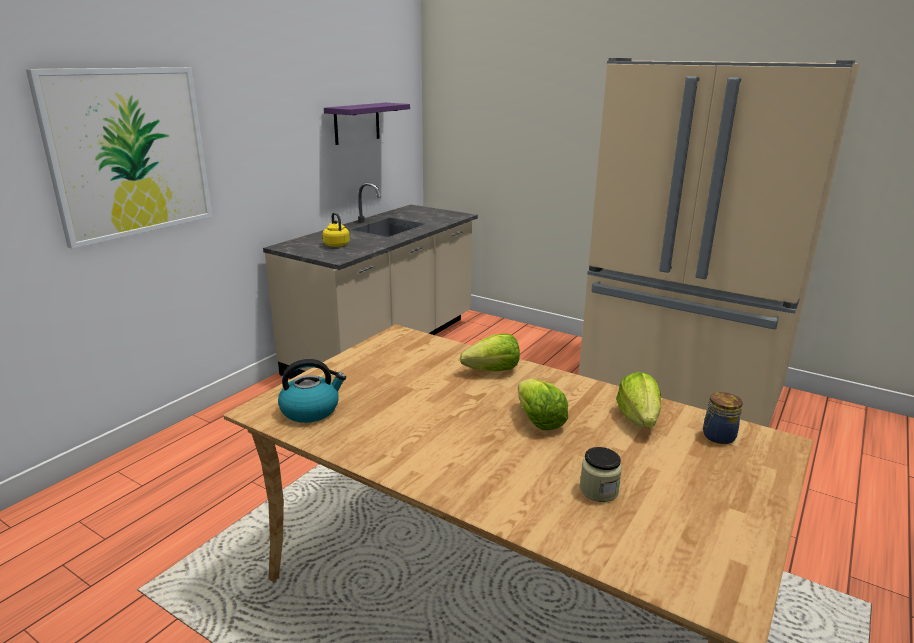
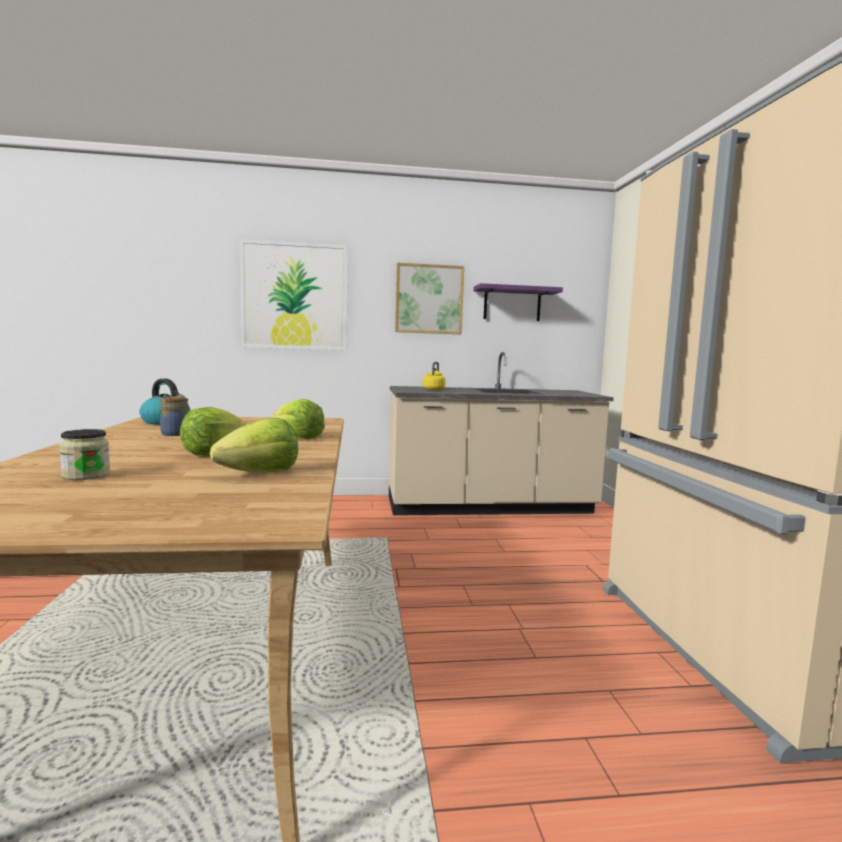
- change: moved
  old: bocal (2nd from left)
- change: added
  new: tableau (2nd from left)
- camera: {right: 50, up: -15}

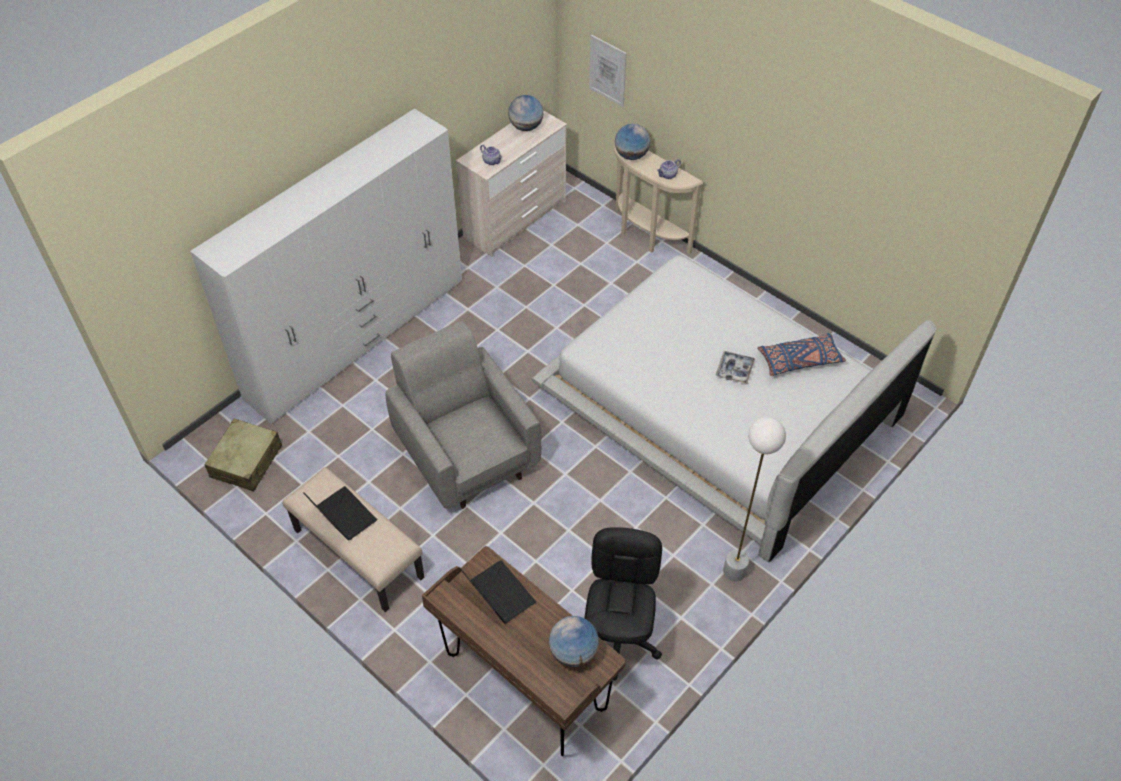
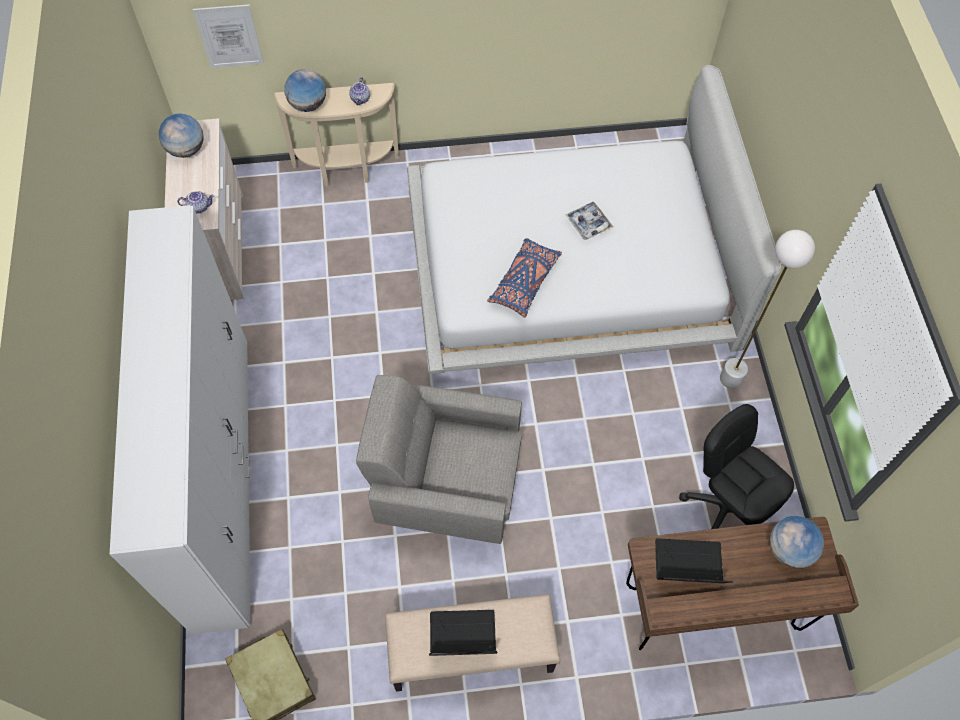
- change: moved
  old: coussin (bleu)
- camera: {right: -50, up: 10}

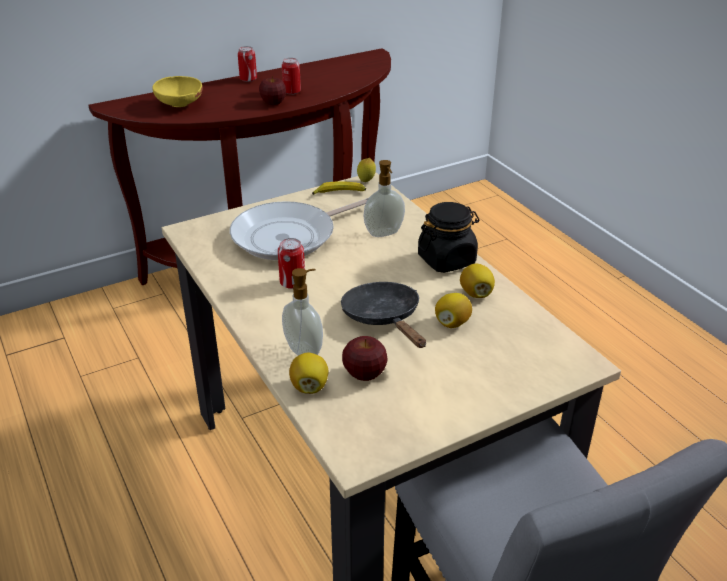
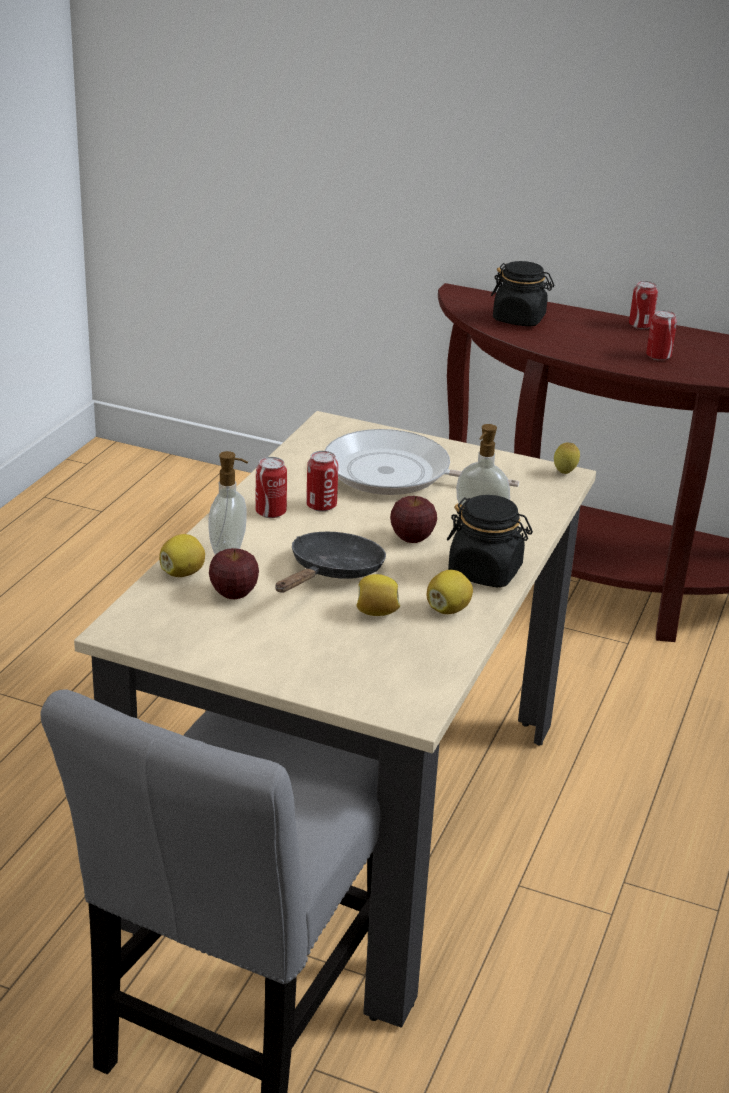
- change: added
  new: boîte métallique (1st from left)
- change: moved
  old: pomme (1st from left in the first image)
  new: pomme (2nd from left)
- change: replaced
  old: bol (jaune)
  new: bocal (noir) (2nd from left)
- change: removed
  old: banane
- camera: {right: 50, up: -5}

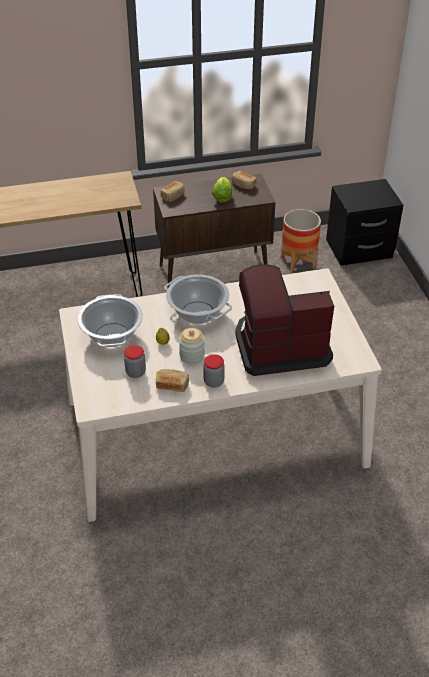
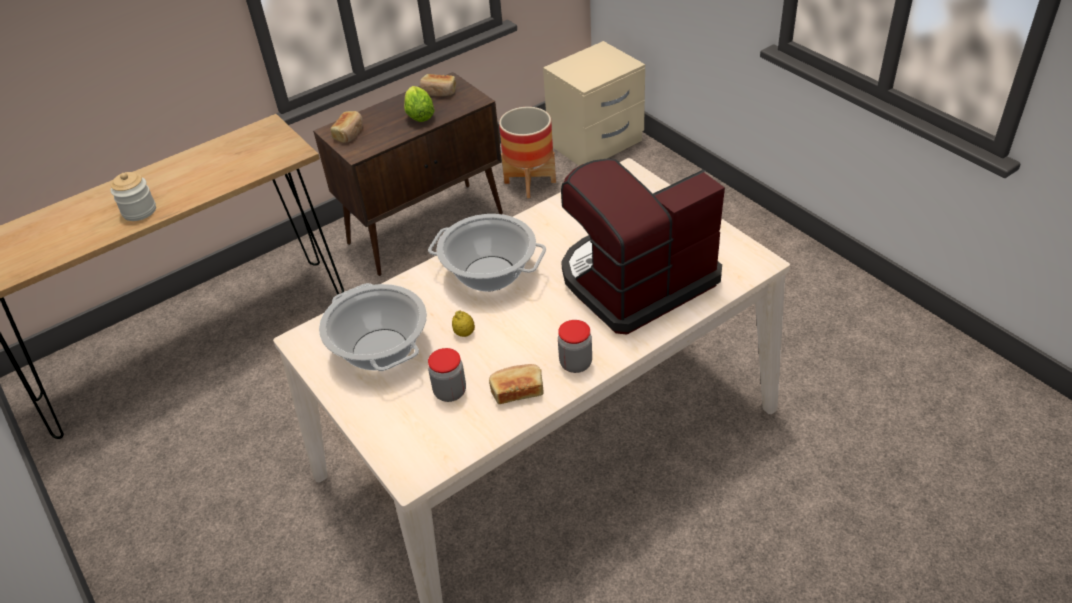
- change: moved
  old: bocal (2nd from left in the first image)
  new: bocal (1st from left)
- change: recoloured
  old: table de chevet (noir)
  new: table de chevet (beige)
- camera: {right: -20, up: 0}

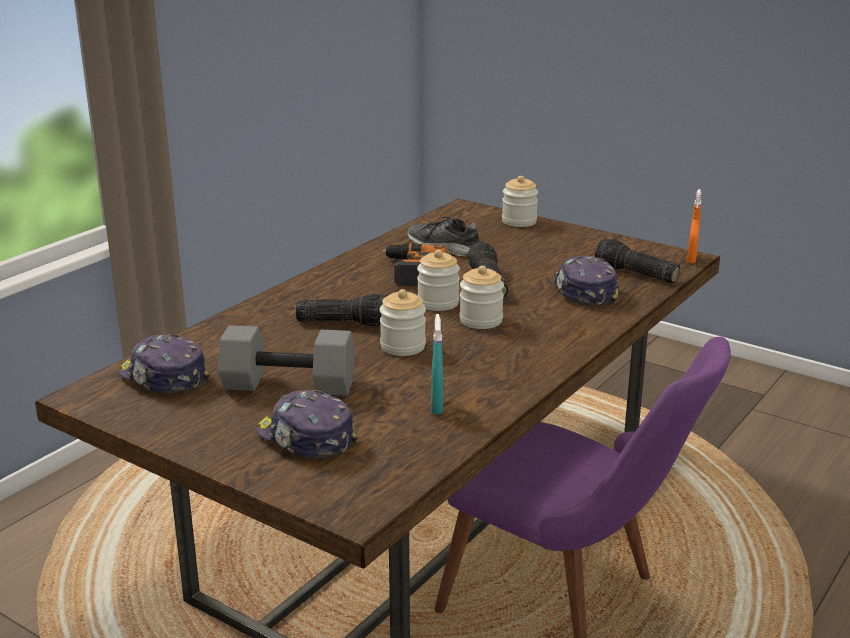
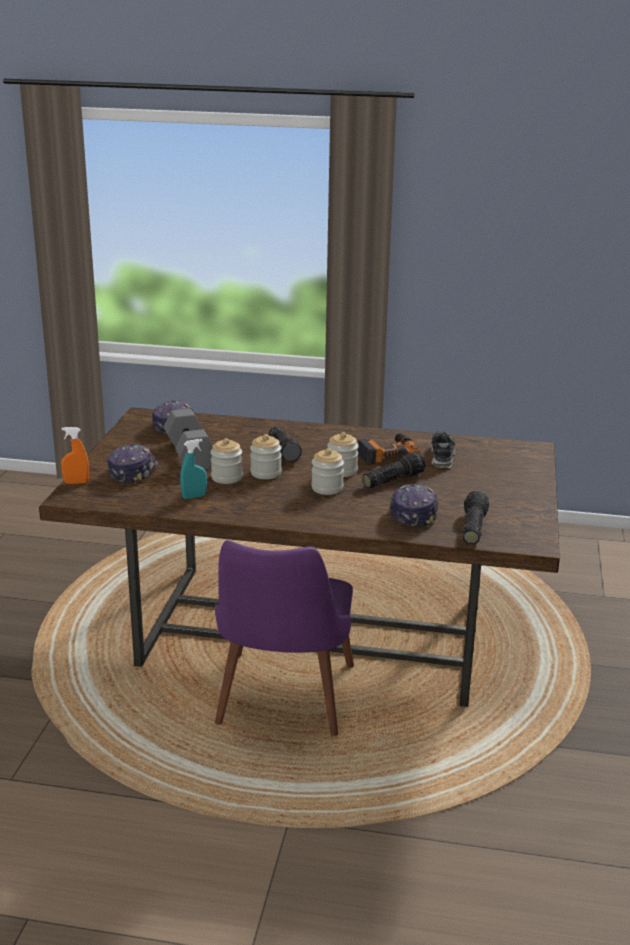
- change: moved
  old: vaporisateur (orange)
- change: moved
  old: bocal (4th from left in the first image)
  new: bocal (1st from left)
- change: turned
  old: casquette (3rd from left)
  degrees: -45
- camera: {right: 65, up: 0}

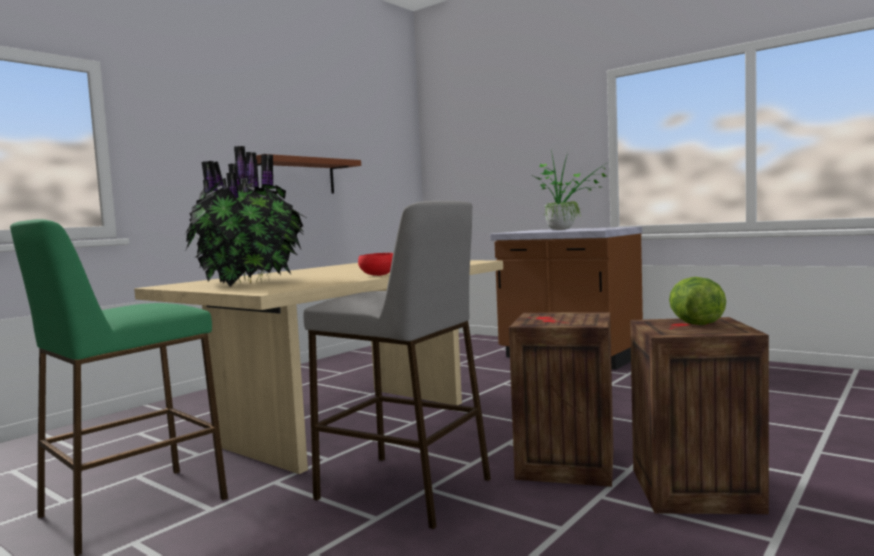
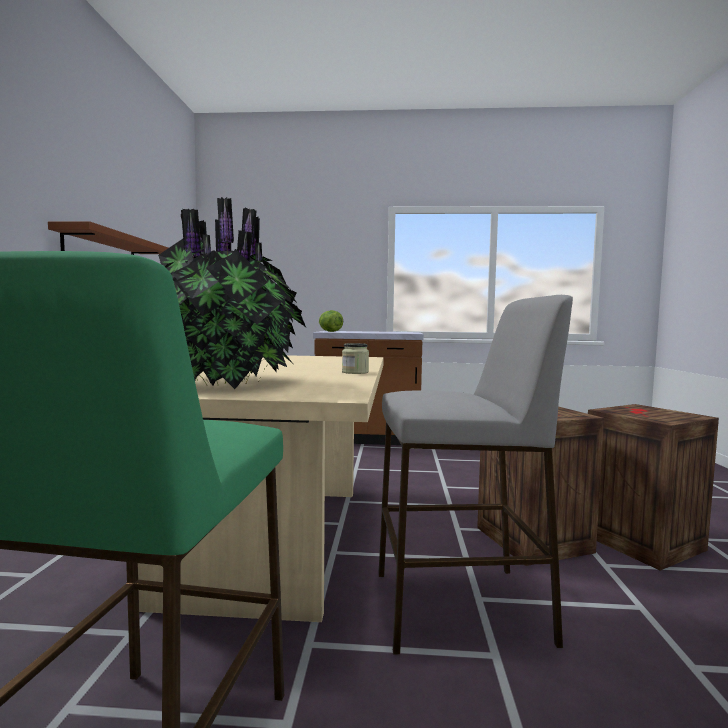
- change: moved
  old: laitue
- change: replaced
  old: bol (rouge)
  new: bocal
- change: removed
  old: plante en pot (2nd from left)
- camera: {right: -35, up: 0}

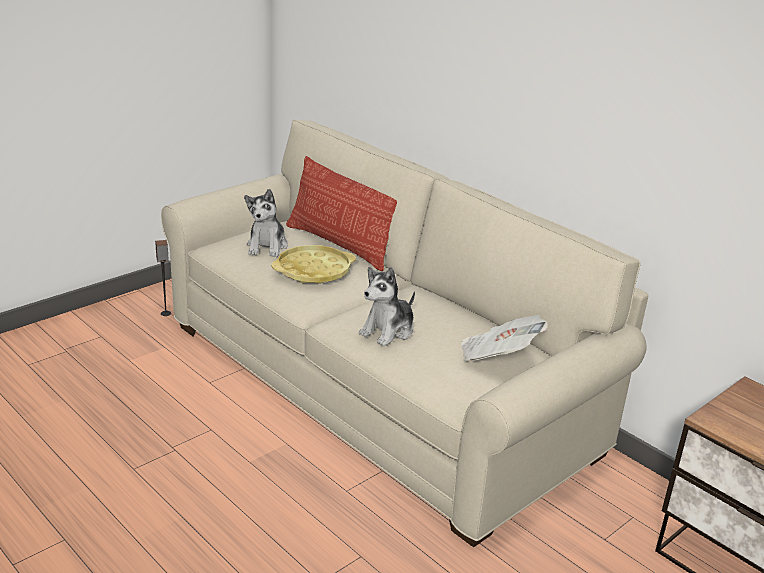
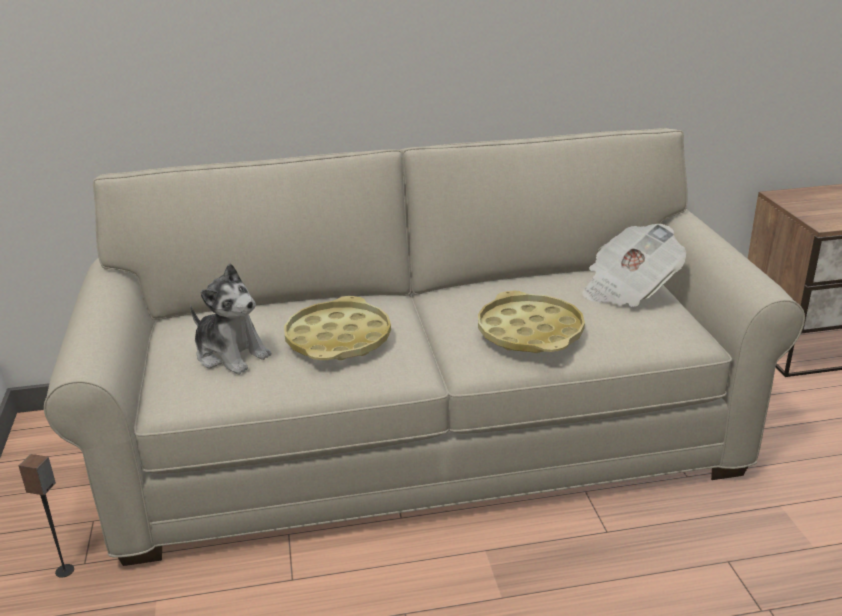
- change: replaced
  old: peluche (2nd from left)
  new: plateau (jaune) (2nd from left)
- change: removed
  old: coussin
- camera: {right: -55, up: 0}

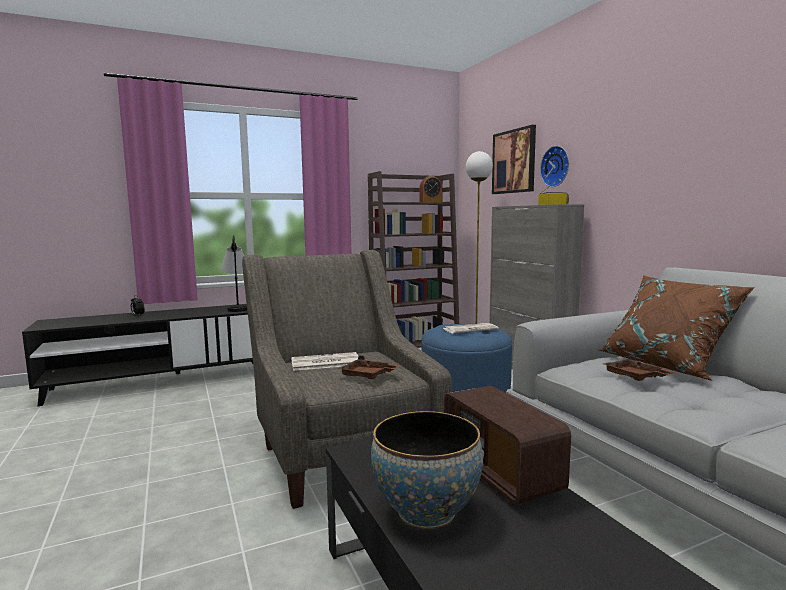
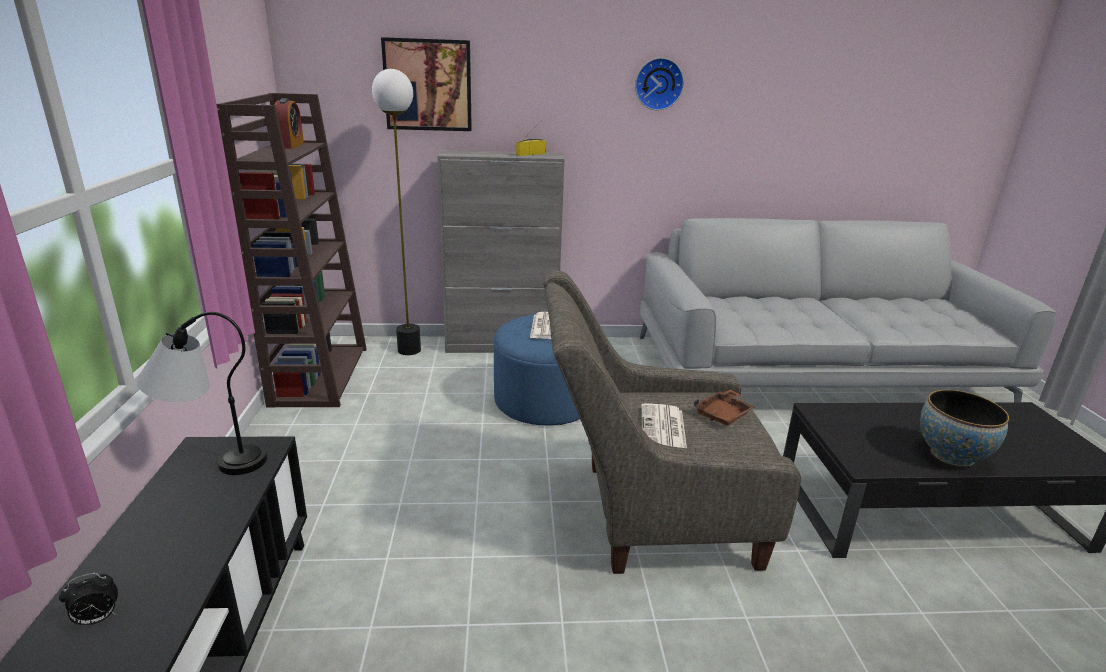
- change: moved
  old: horloge murale
- change: removed
  old: radio (1st from left)
- change: removed
  old: coussin (marron)
- change: removed
  old: plateau (marron) (2nd from left)
- camera: {right: -70, up: 15}

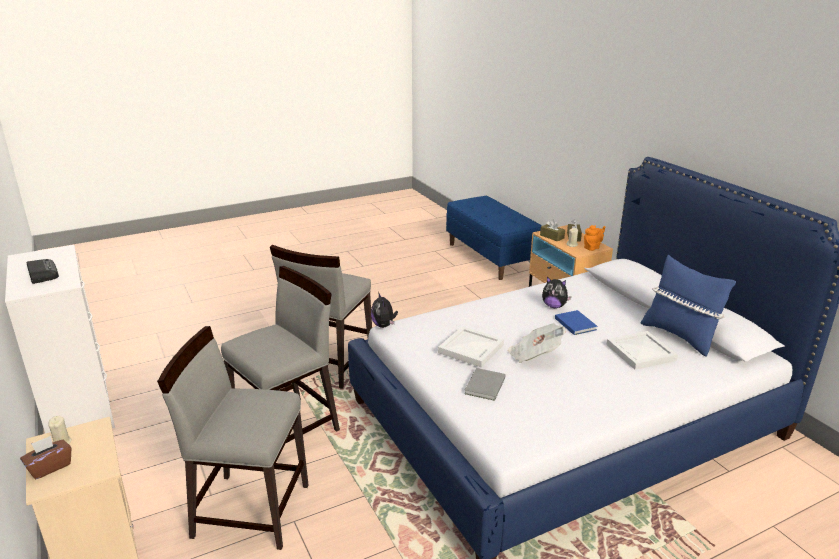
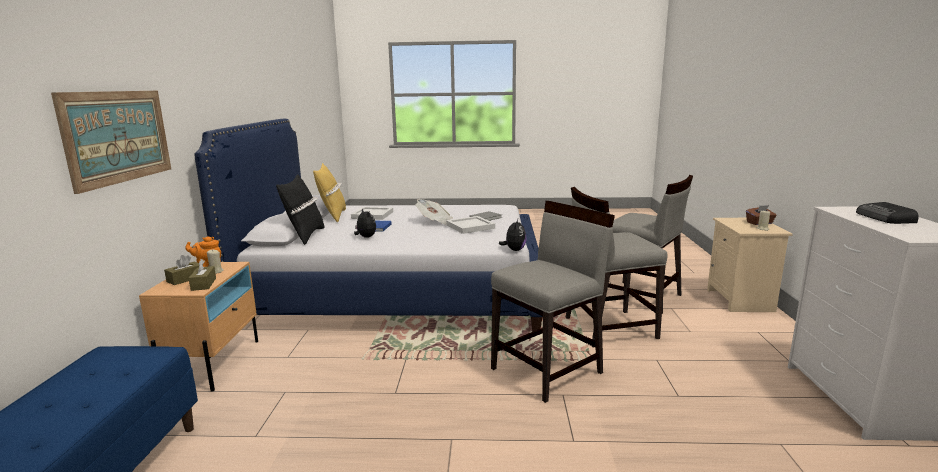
- change: added
  new: tableau
- change: added
  new: coussin (noir)
- change: recoloured
  old: coussin (bleu)
  new: coussin (jaune)
- camera: {right: -150, up: -10}

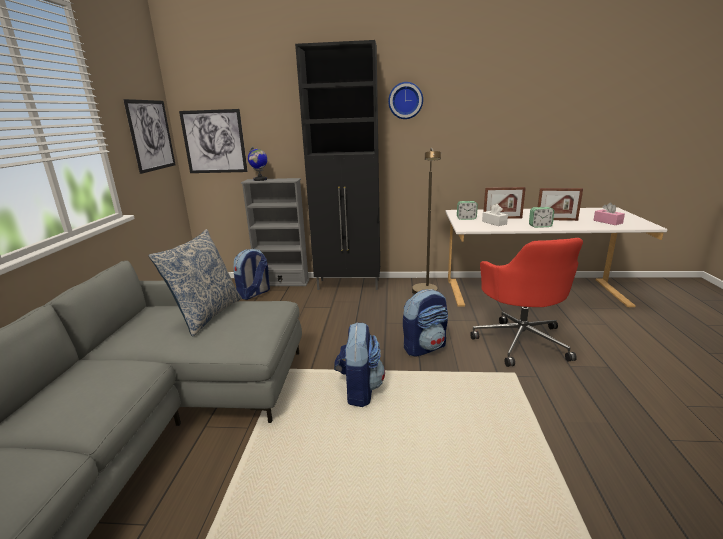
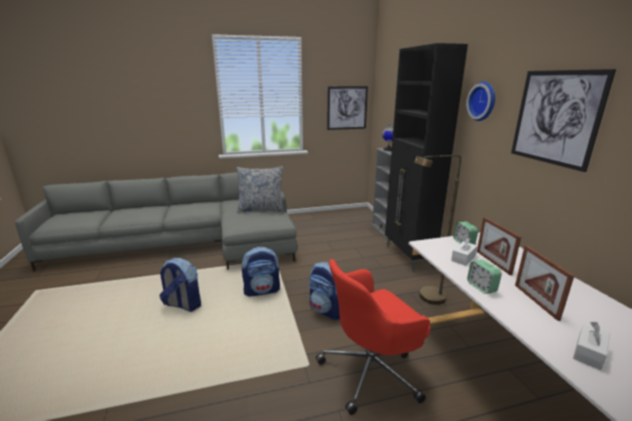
- change: moved
  old: sac à dos (1st from left)
- change: moved
  old: tableau (2nd from left)
- change: recoloured
  old: boîte à mouchoirs (rose)
  new: boîte à mouchoirs (blanc) (2nd from left)
- camera: {right: 70, up: 0}

